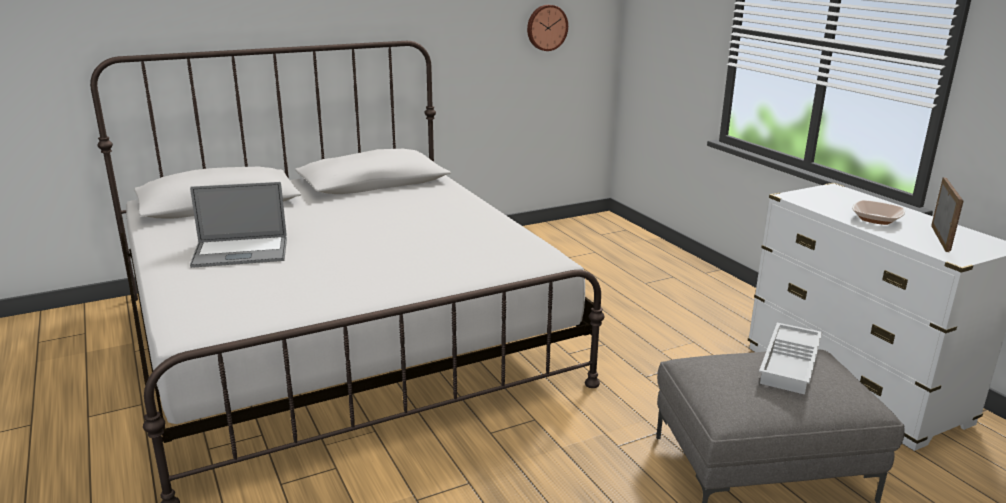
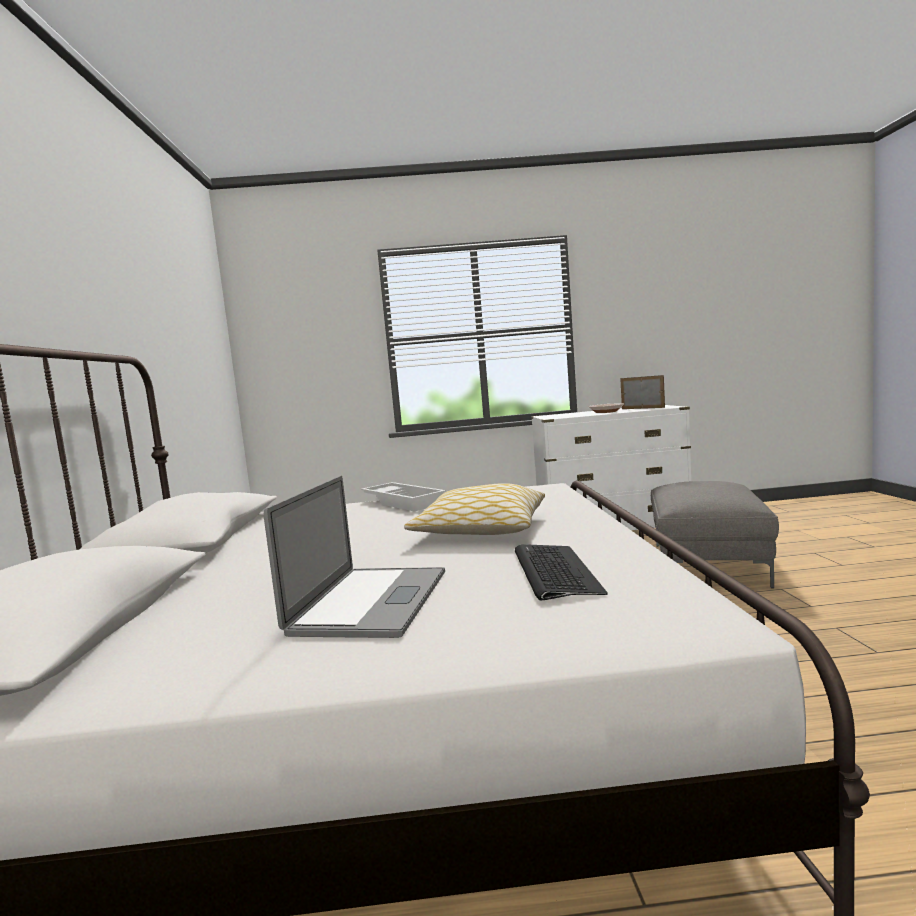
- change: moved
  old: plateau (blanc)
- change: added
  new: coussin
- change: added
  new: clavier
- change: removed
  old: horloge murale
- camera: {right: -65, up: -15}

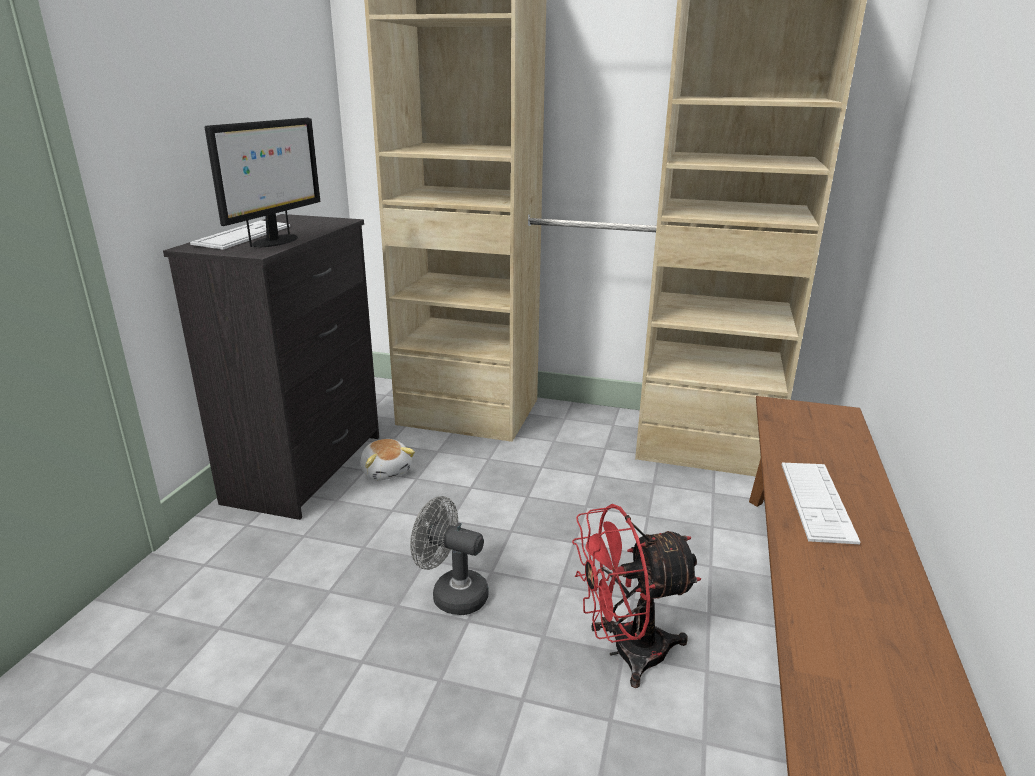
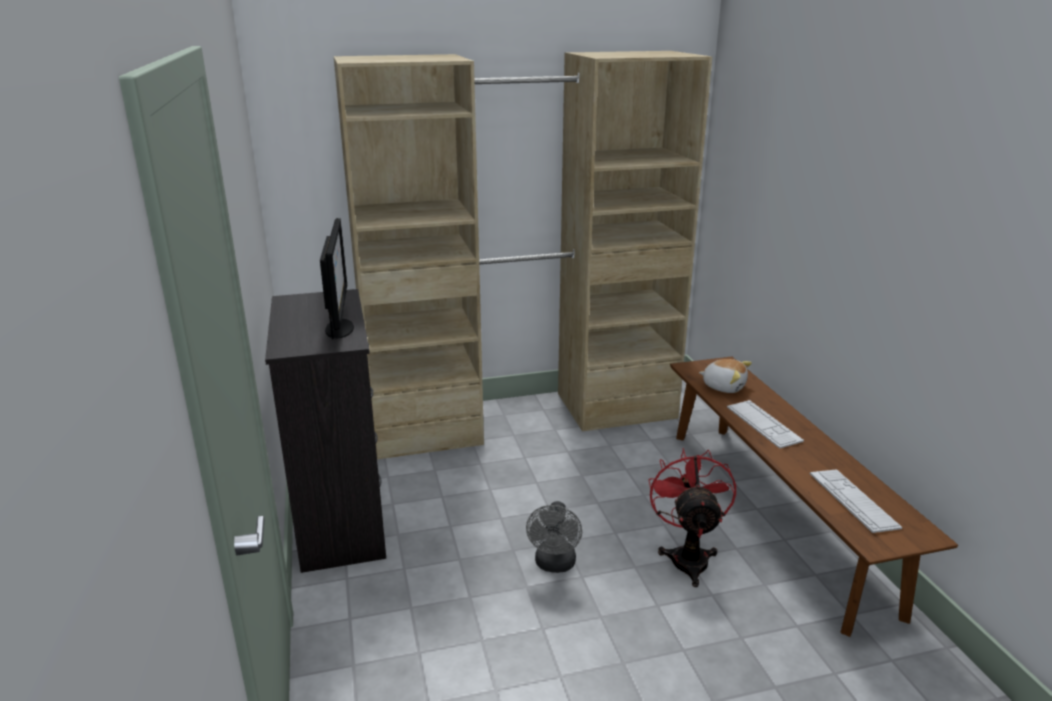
- change: turned
  old: ventilateur (gris)
  degrees: -75
- change: turned
  old: ventilateur (rouge)
  degrees: 135
- change: moved
  old: peluche
- change: moved
  old: clavier (1st from left in the first image)
  new: clavier (2nd from left)
- camera: {right: -30, up: 0}

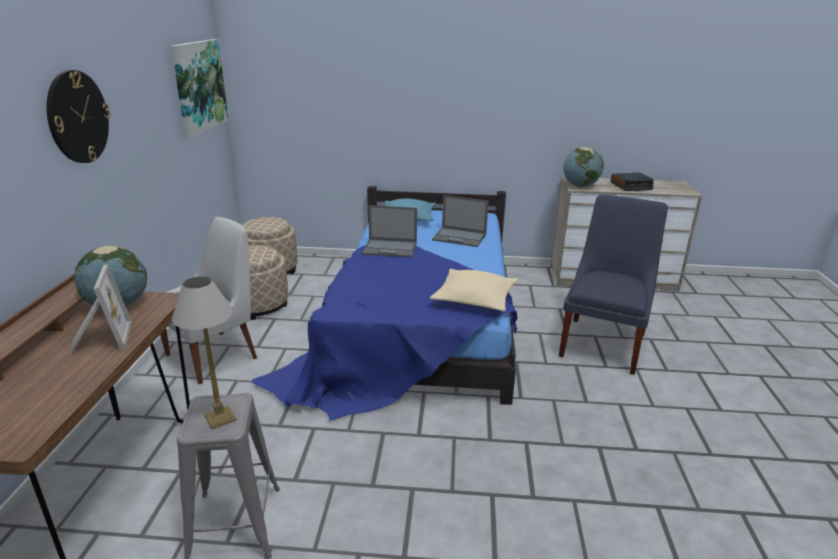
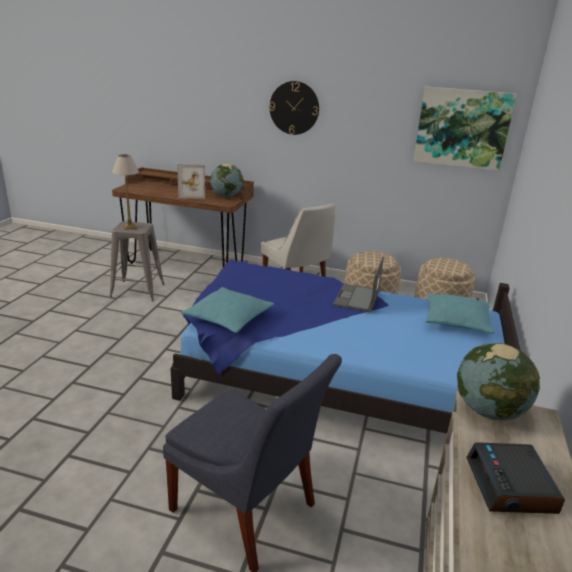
- change: recoloured
  old: coussin (beige)
  new: coussin (turquoise) (1st from left)
- change: removed
  old: ordinateur portable (2nd from left)
- camera: {right: 100, up: 0}

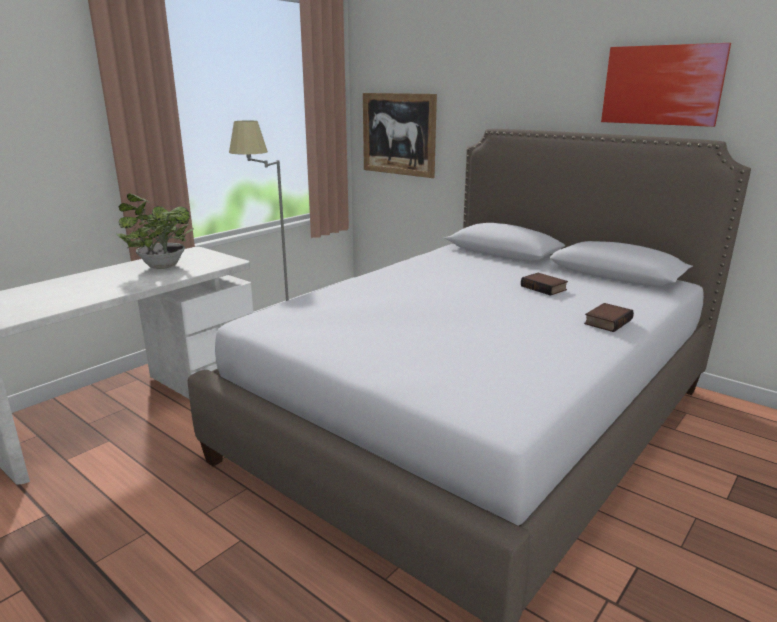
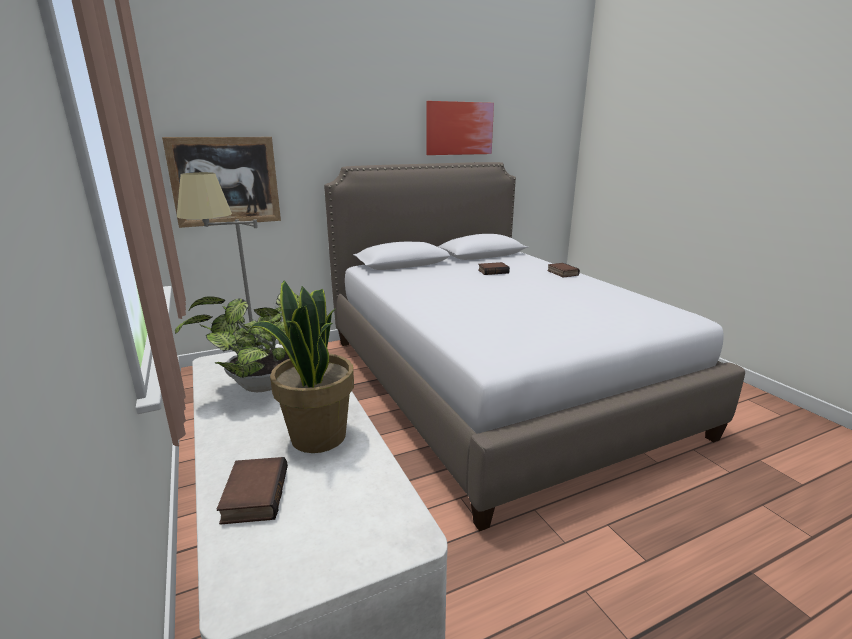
- change: added
  new: livre (1st from left)
- change: added
  new: plante en pot (2nd from left)
- camera: {right: -65, up: 0}

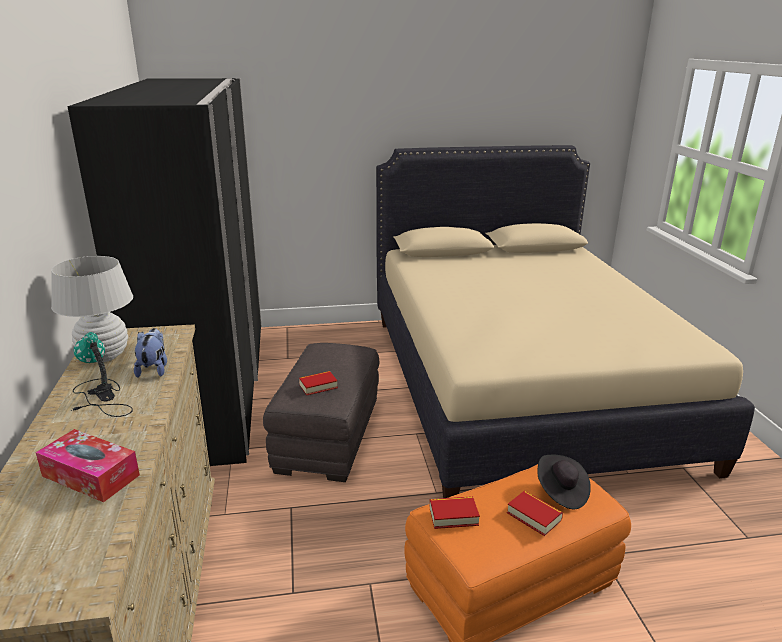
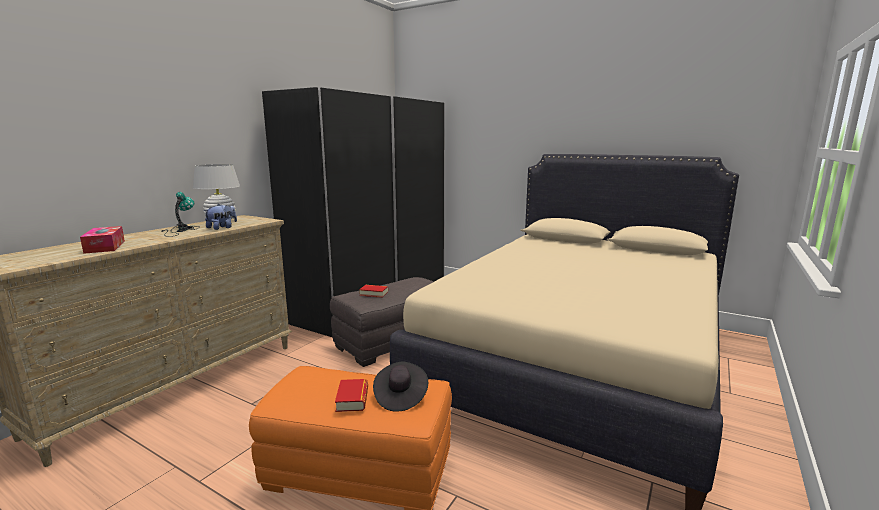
- change: removed
  old: livre (2nd from left)
- camera: {right: 40, up: -10}

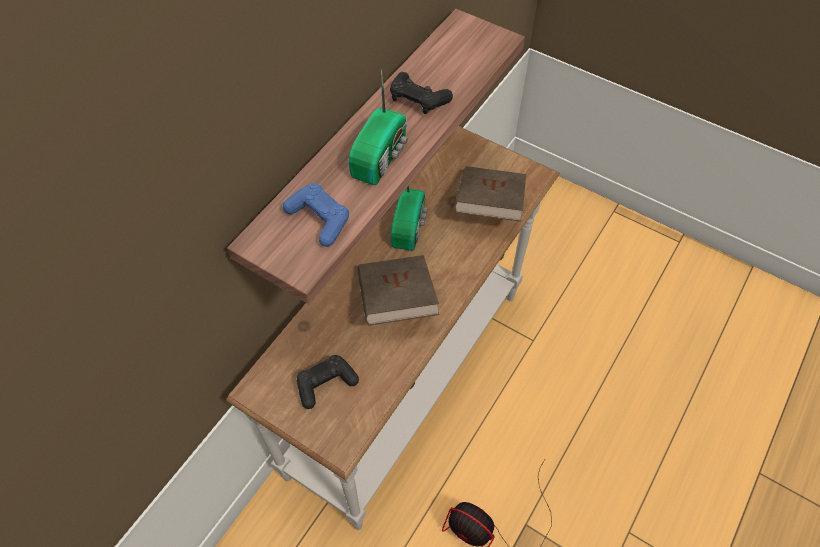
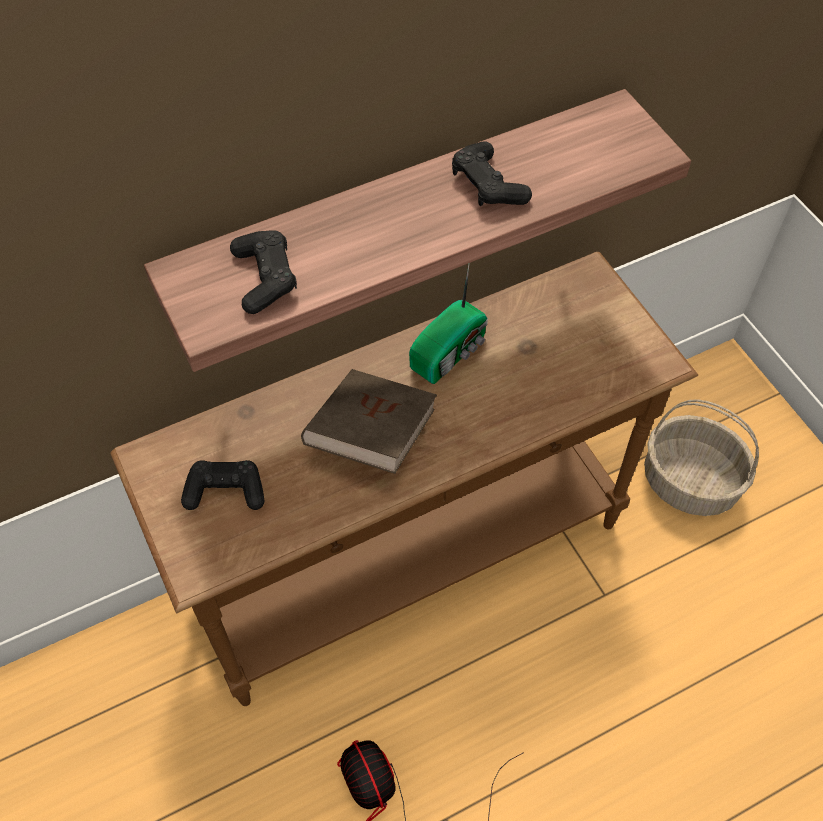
- change: recoloured
  old: table console (blanc)
  new: table console (marron)
- change: recoloured
  old: manette (bleu)
  new: manette (noir) (2nd from left)
- change: added
  new: panier
- change: removed
  old: radio (1st from left)
- change: removed
  old: livre (marron) (2nd from left)
- camera: {right: 30, up: 0}

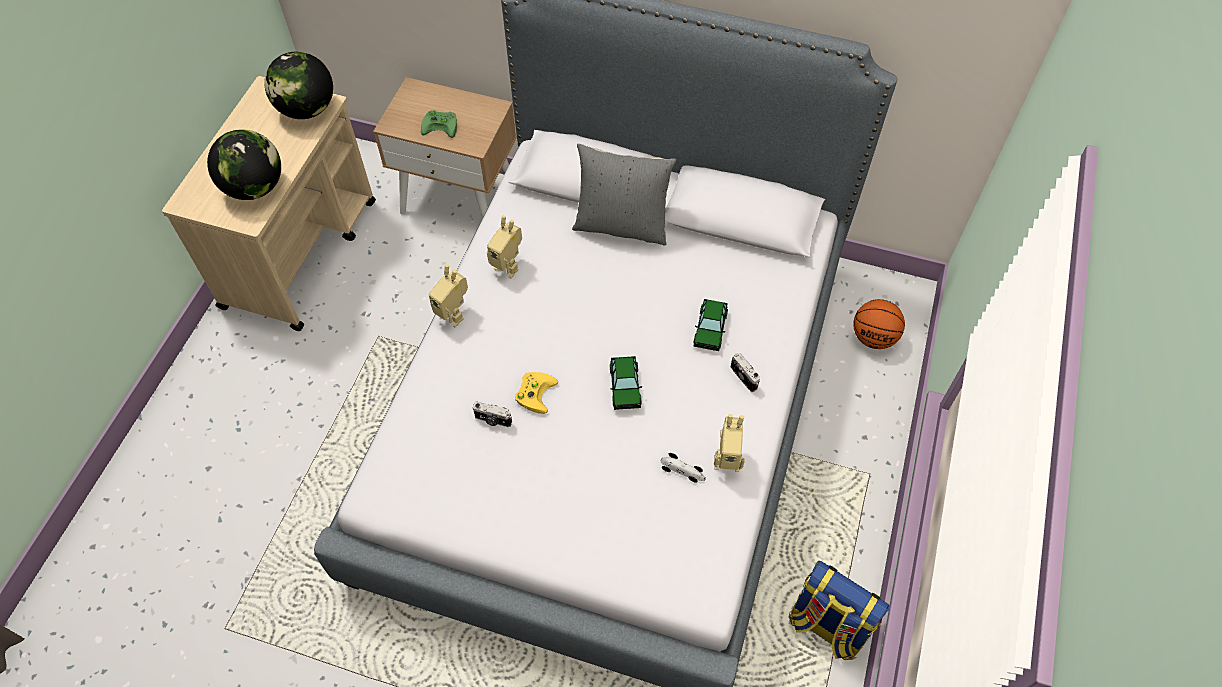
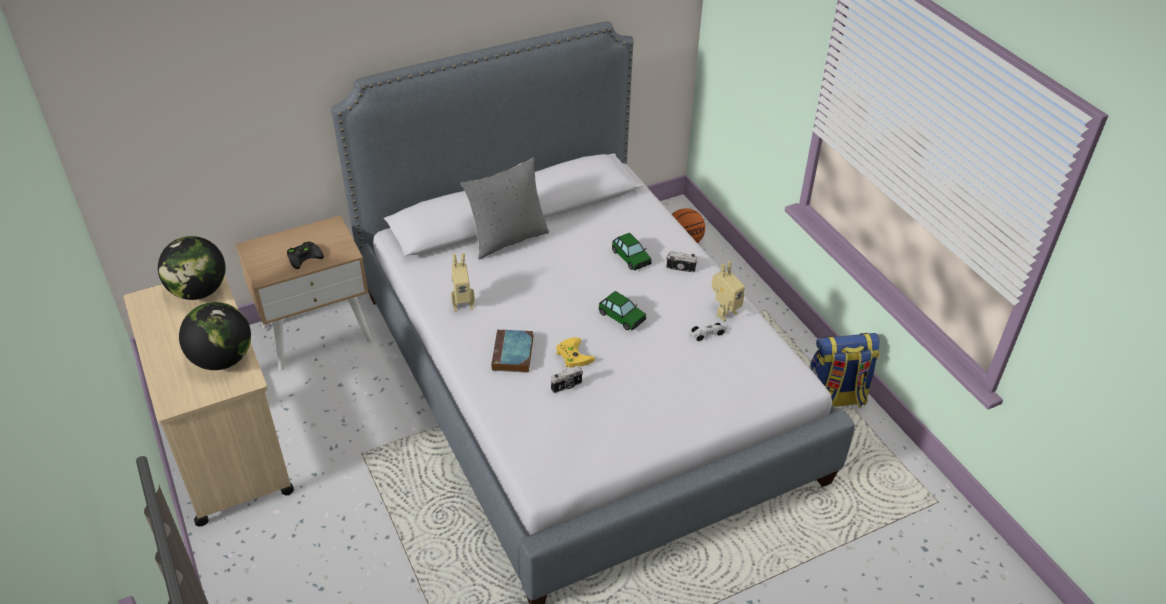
- change: recoloured
  old: manette (vert)
  new: manette (noir)
- change: added
  new: livre
- change: removed
  old: robot jouet (1st from left)
- camera: {right: -45, up: -15}

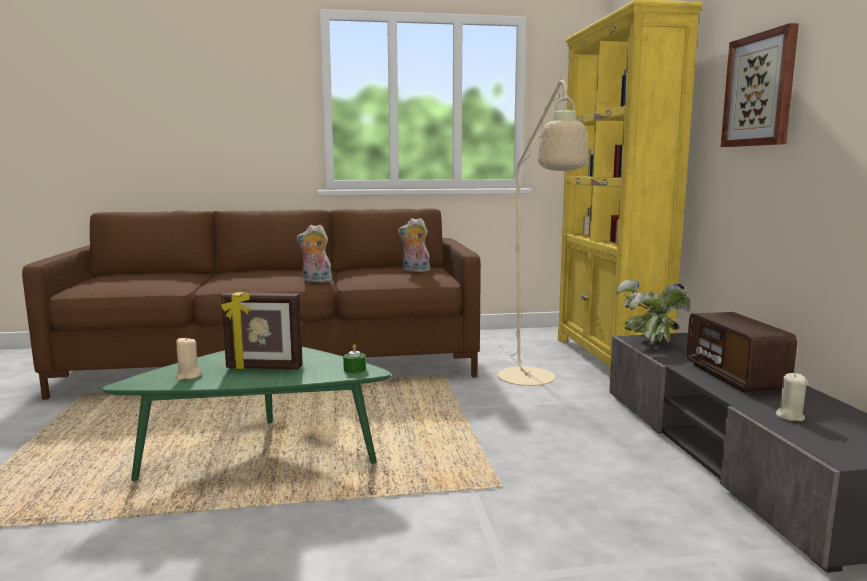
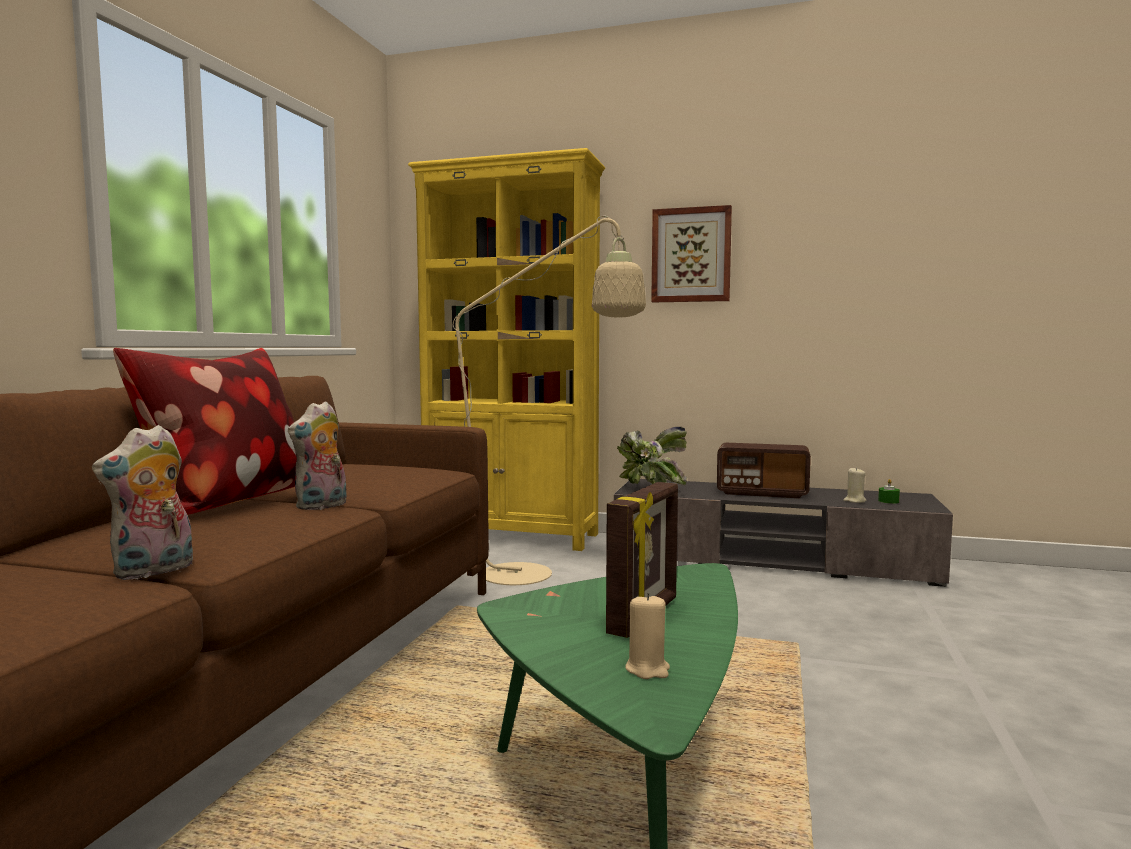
- change: moved
  old: peluche (2nd from left in the first image)
  new: peluche (1st from left)
- change: added
  new: coussin
- change: moved
  old: bougie (vert)
- camera: {right: -65, up: -5}

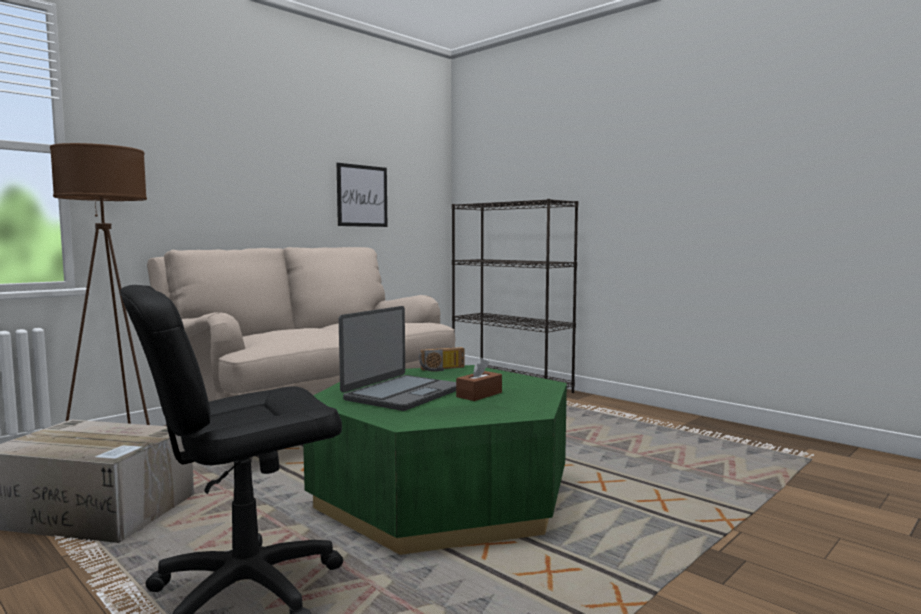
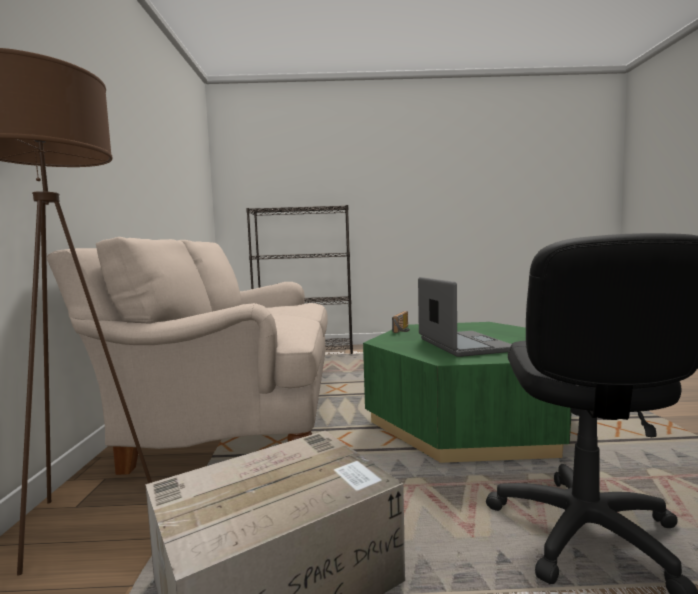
- change: removed
  old: tableau
- change: removed
  old: boîte à mouchoirs (marron)
- camera: {right: -45, up: 0}

